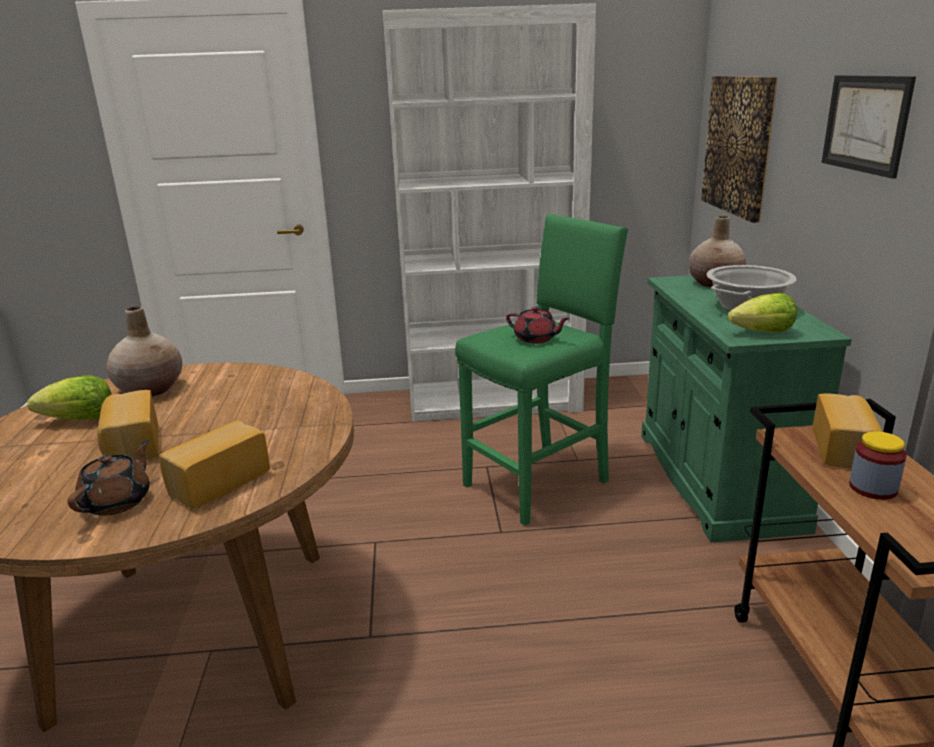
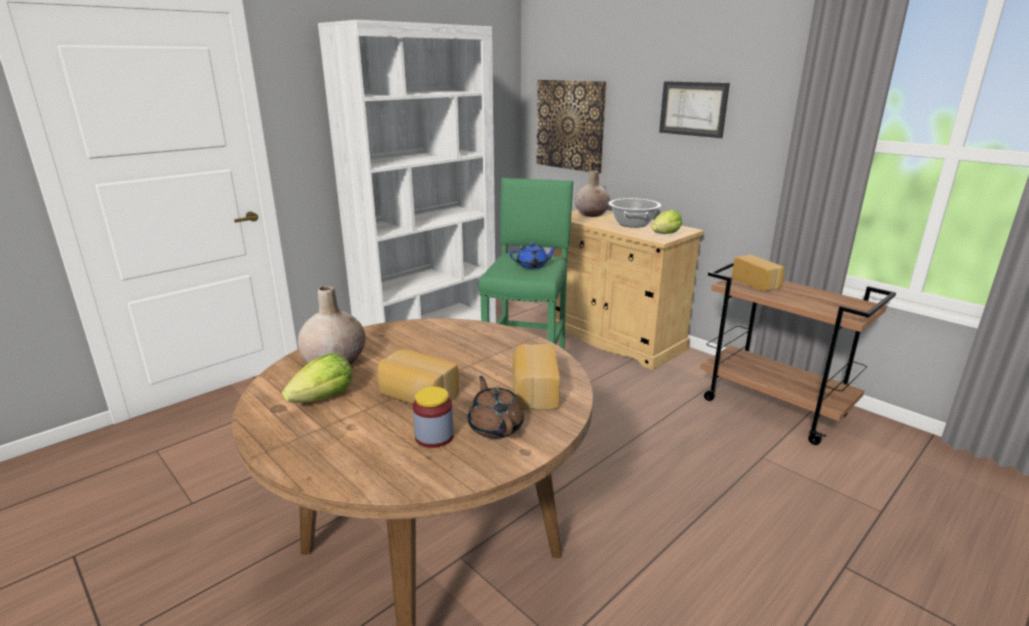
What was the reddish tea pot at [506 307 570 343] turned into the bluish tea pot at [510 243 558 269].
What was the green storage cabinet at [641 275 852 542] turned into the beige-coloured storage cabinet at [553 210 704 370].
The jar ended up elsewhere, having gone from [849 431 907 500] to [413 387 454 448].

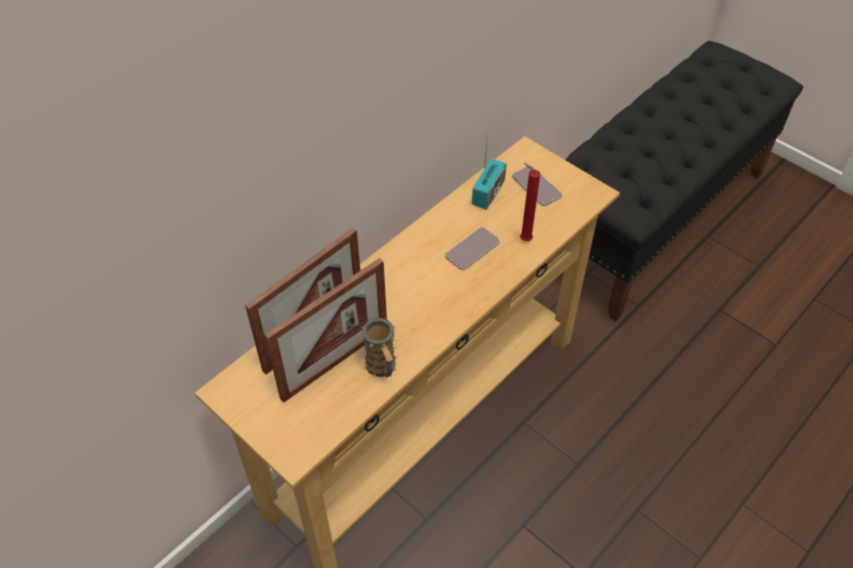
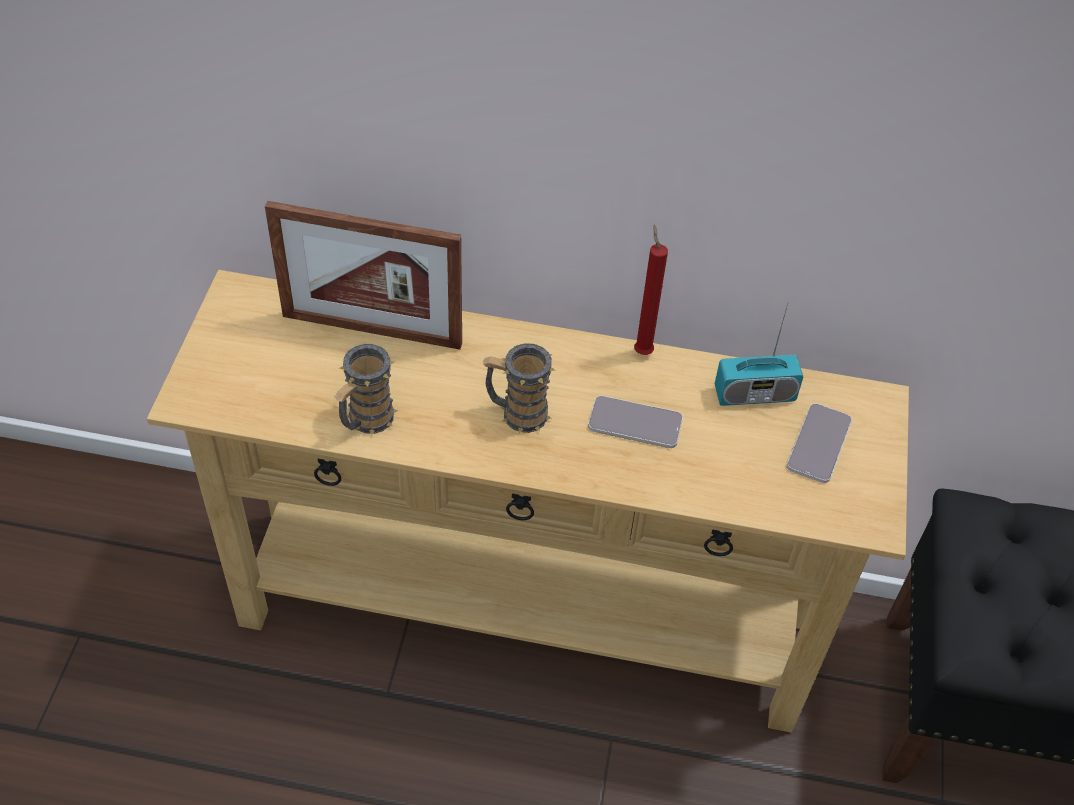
The second view lost the standing frame at [264 258 387 403].
The reddish candle ended up elsewhere, having gone from [520 163 540 241] to [634 225 668 355].
The second view gained the mug at [483 343 556 433].

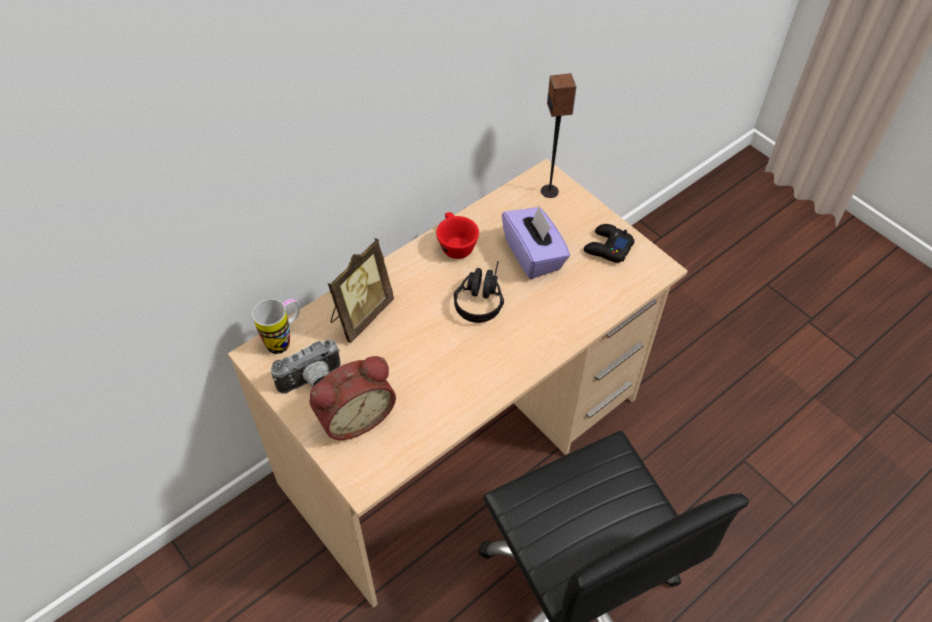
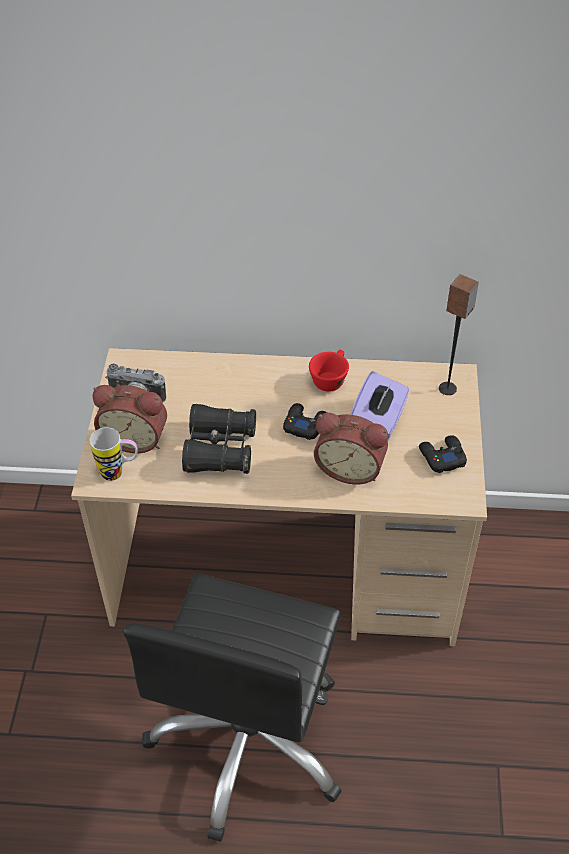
The mug ended up elsewhere, having gone from [252 299 300 354] to [90 427 138 481].
The second view lost the standing frame at [328 238 394 343].
Where the black headphones stood at [454 261 504 323], the black game controller came to stand at [283 403 327 440].
The second view gained the black field glasses at [182 404 256 474].
The second view gained the alarm clock at [314 413 388 484].

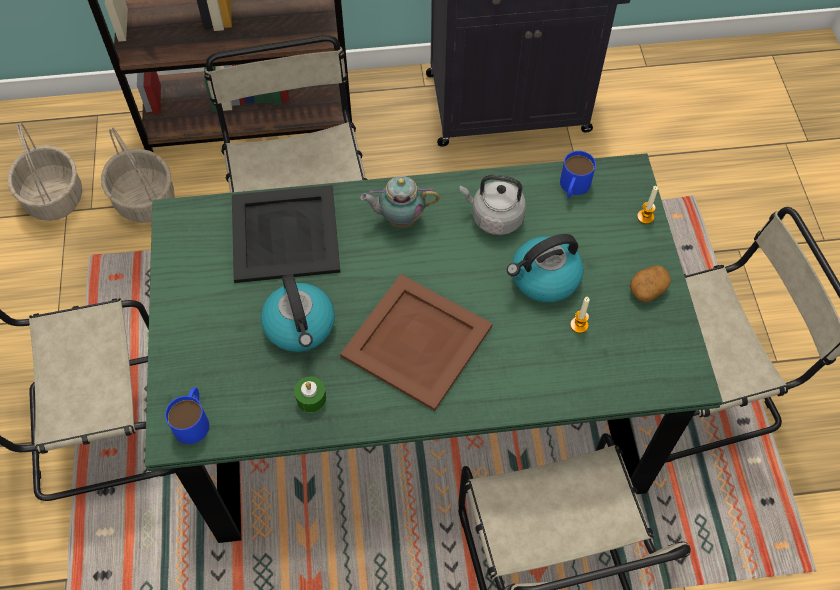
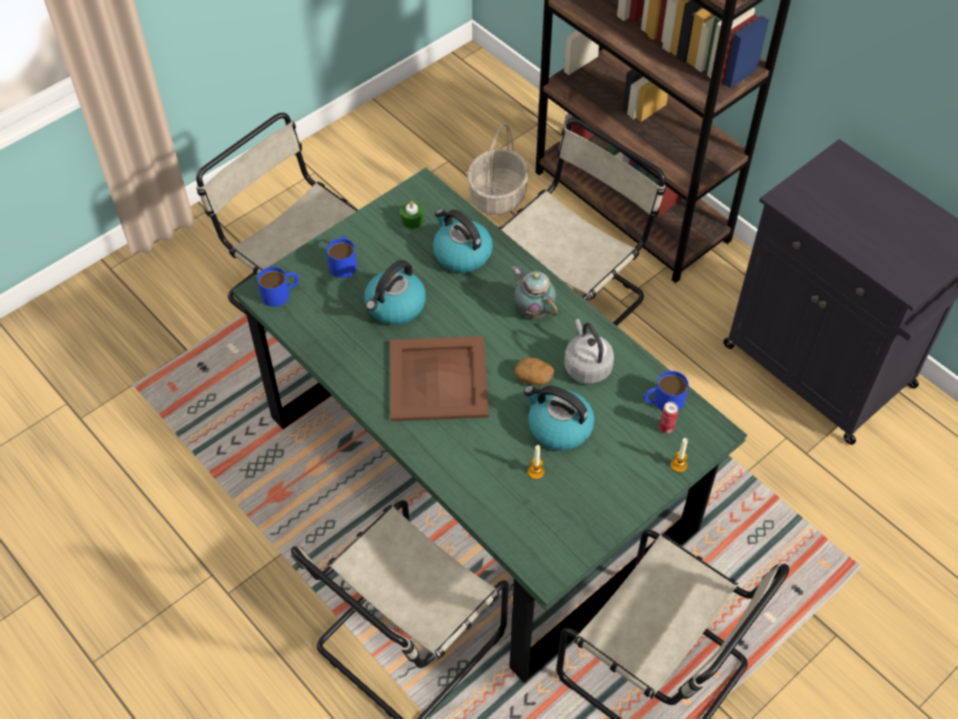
The second view lost the storage basket at [8 123 82 221].
Where the black tray stood at [232 185 341 283], the kettle came to stand at [433 209 493 273].
The green candle ended up elsewhere, having gone from [294 376 326 413] to [400 201 424 229].
The spud ended up elsewhere, having gone from [630 265 671 303] to [514 357 554 385].
The second view gained the bluish mug at [327 235 357 278].
The second view gained the can at [659 402 678 434].

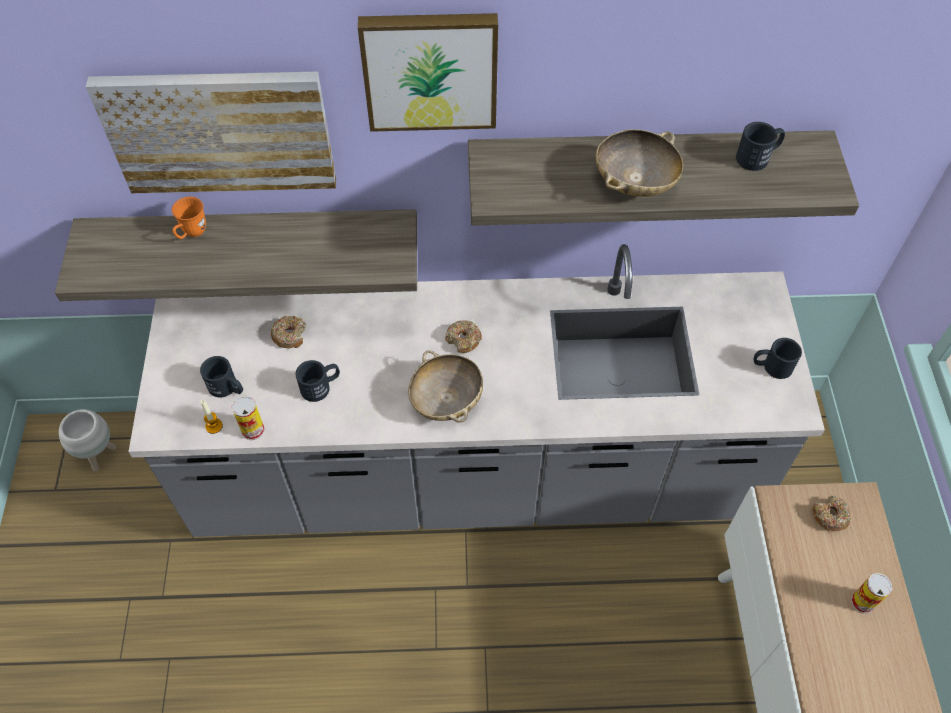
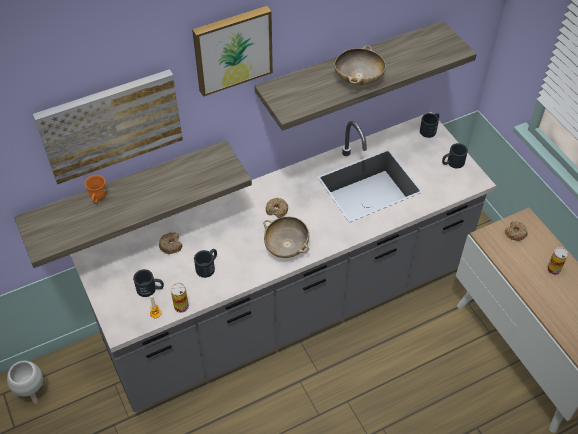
The black mug ended up elsewhere, having gone from [736 122 785 171] to [420 113 439 138].

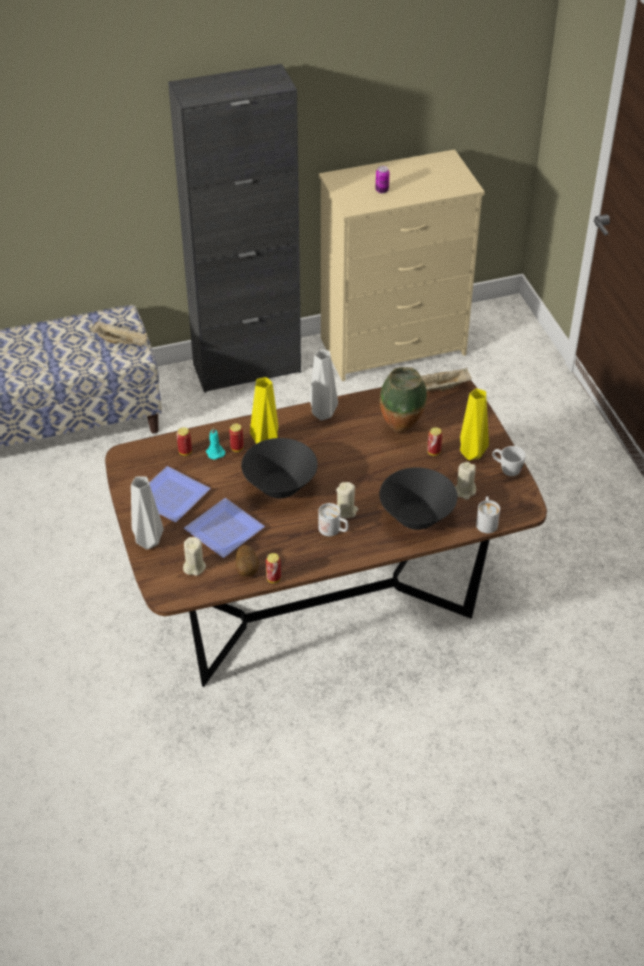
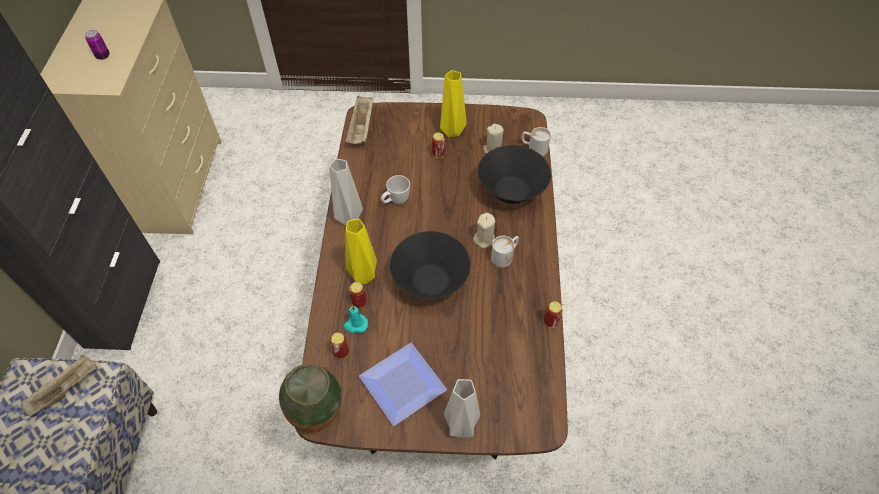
The second view lost the beige-coloured candle at [183 537 206 576].
The second view lost the flat dish at [184 498 265 558].
The second view lost the spud at [236 545 259 577].
The decorative vase ended up elsewhere, having gone from [380 367 427 433] to [279 364 342 432].
The white mug ended up elsewhere, having gone from [492 446 526 476] to [381 175 410 204].

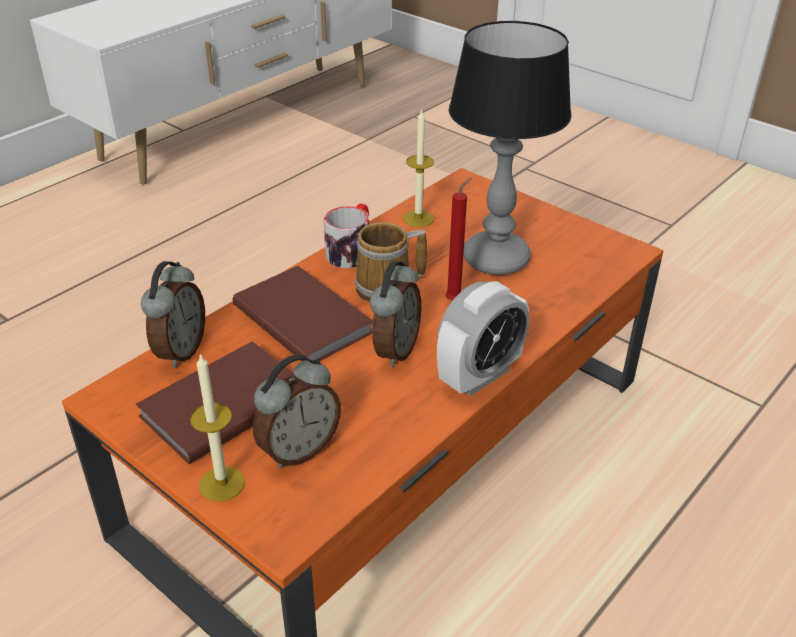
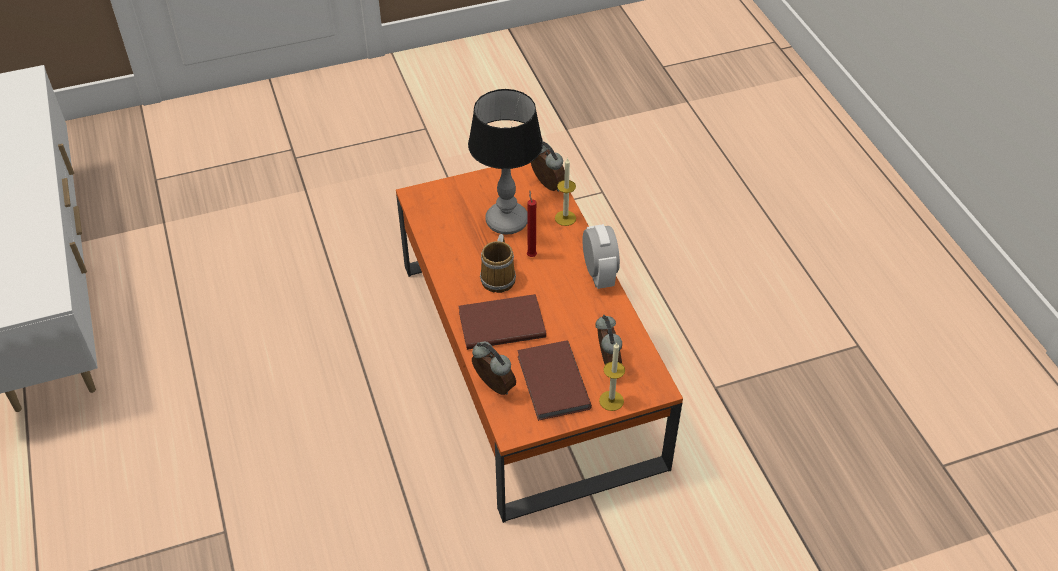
The second view lost the mug at [324 204 369 268].
The alarm clock ended up elsewhere, having gone from [370 261 421 367] to [531 141 565 192].
The candle ended up elsewhere, having gone from [403 109 434 227] to [555 157 576 226].

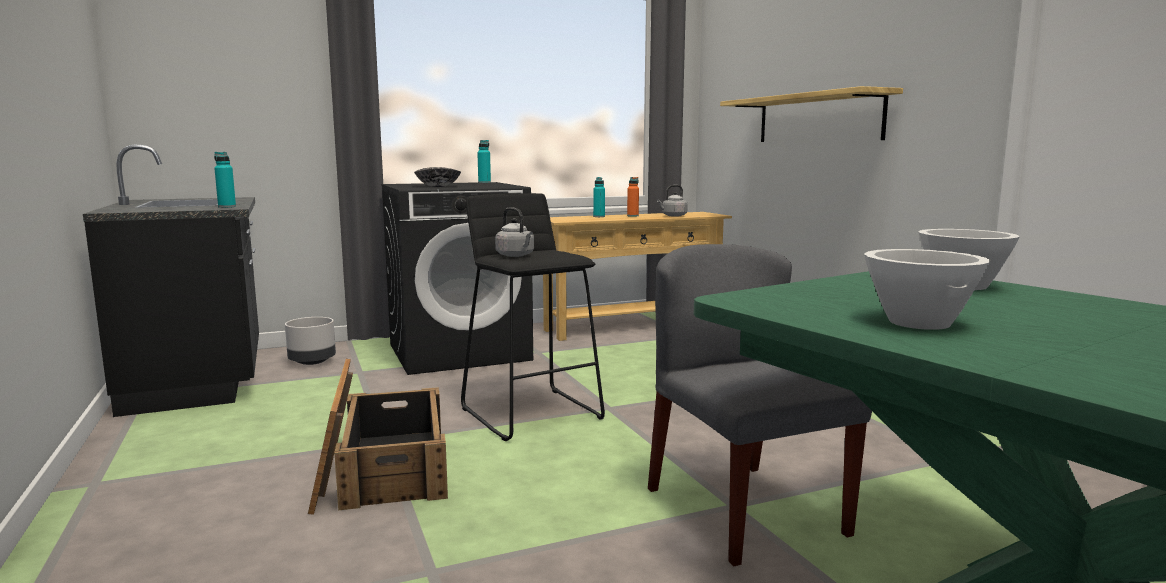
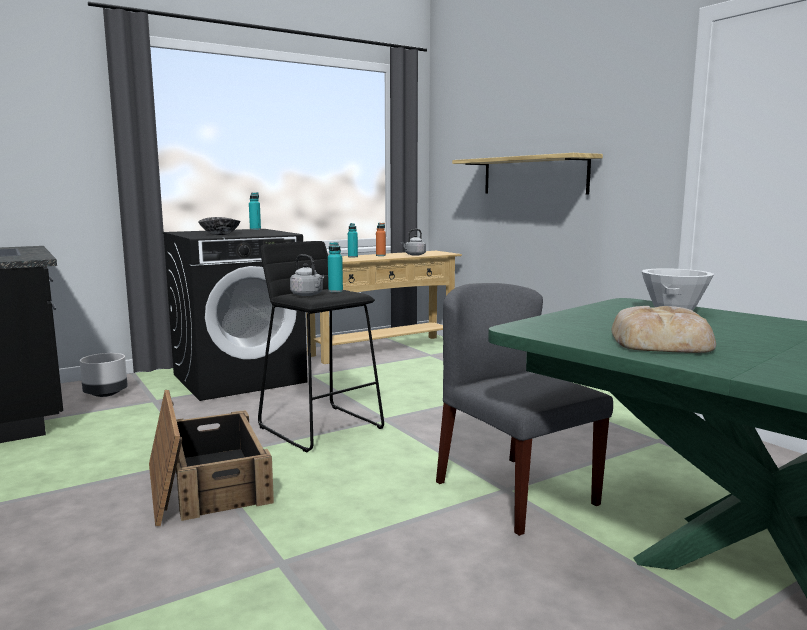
The turquoise-coloured beverage bottle ended up elsewhere, having gone from [214 152 236 208] to [328 242 343 292].
Where the white serving bowl stood at [864 249 990 330], the bakery bread came to stand at [611 306 716 353].

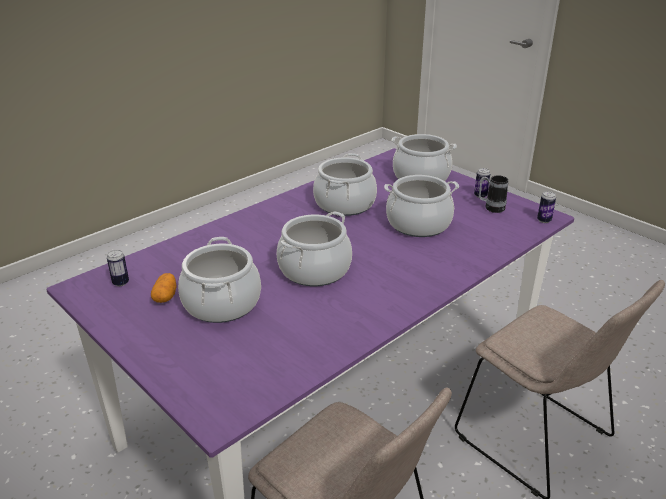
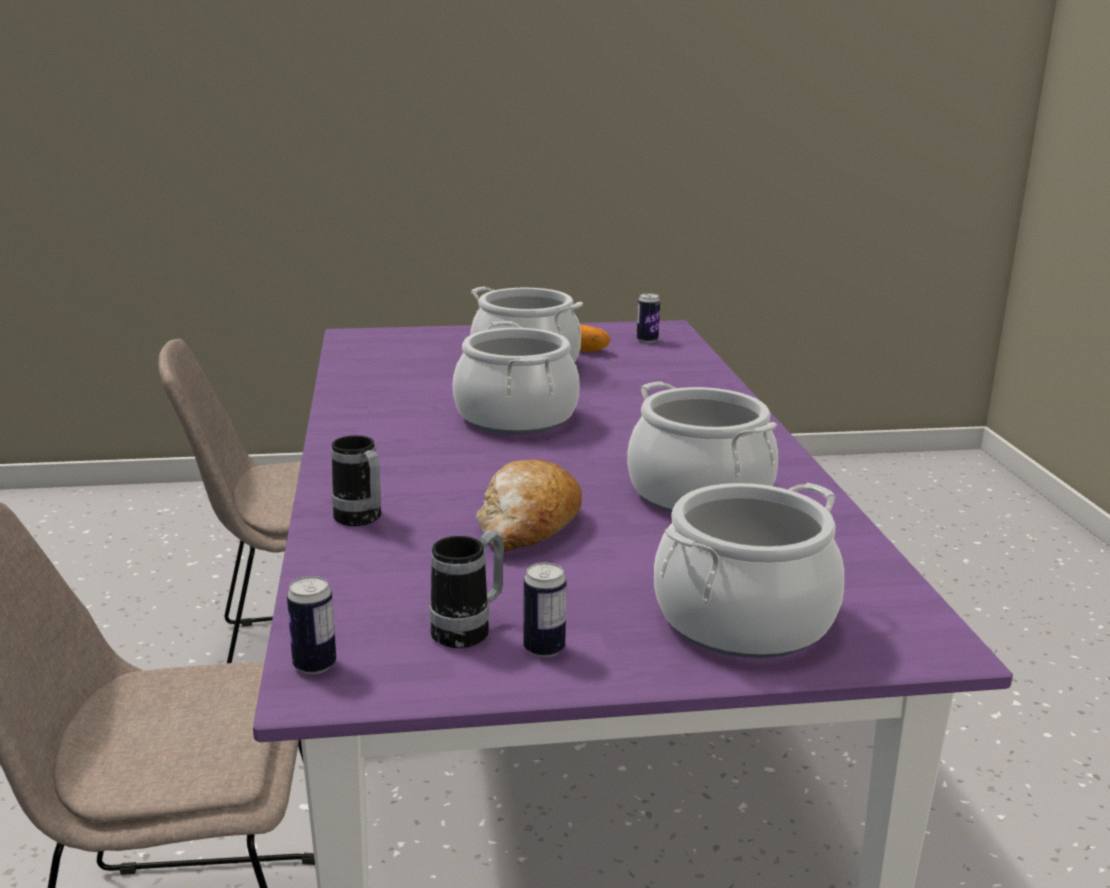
Where the saucepot stood at [384 175 459 237], the bakery bread came to stand at [476 459 582 552].
The second view gained the mug at [331 435 381 526].

